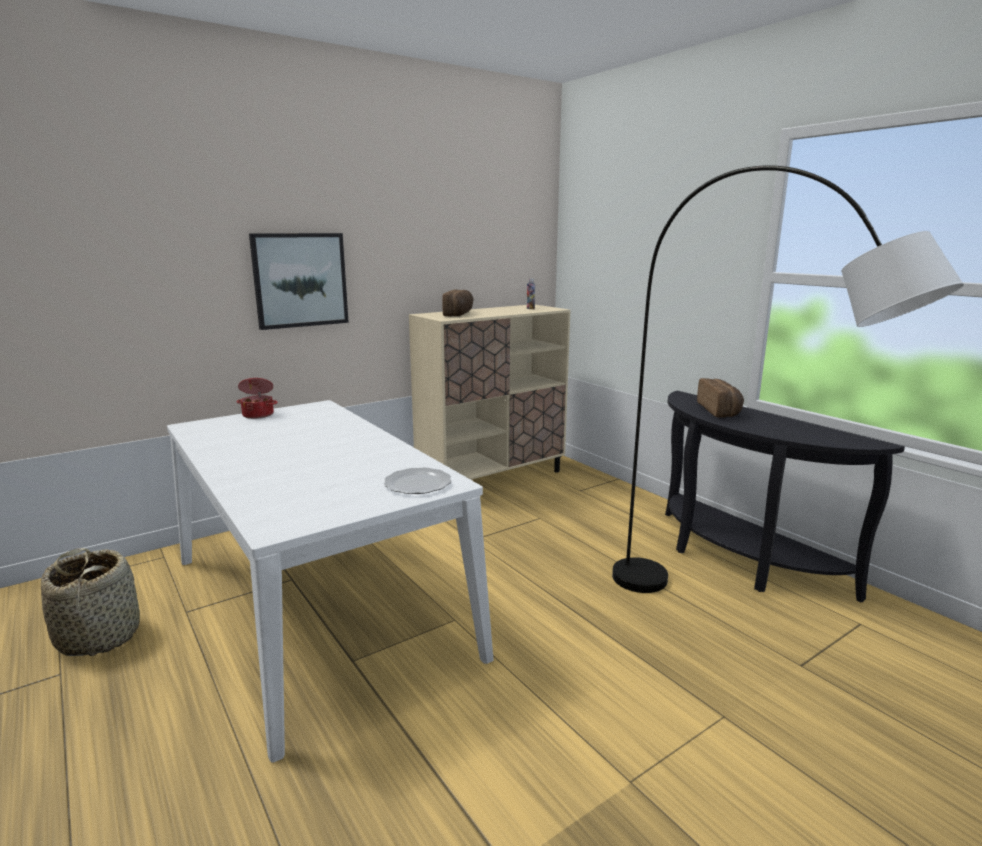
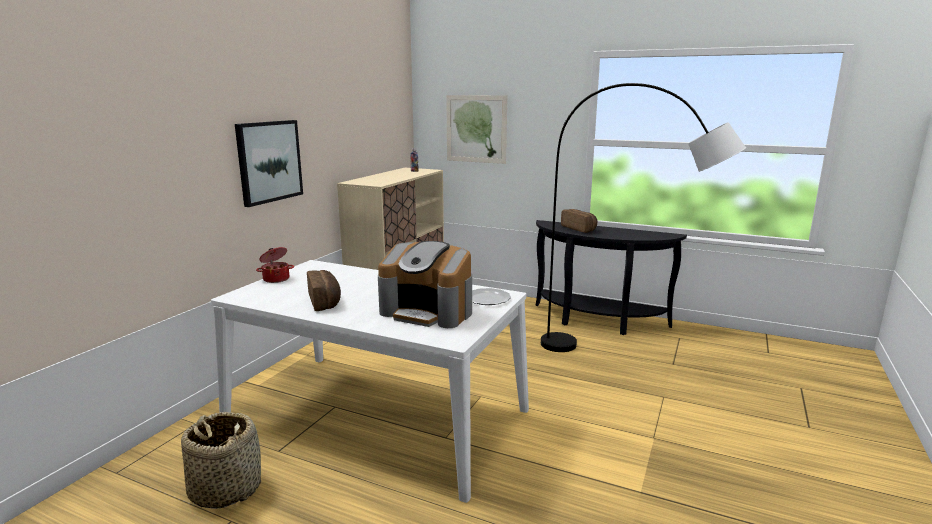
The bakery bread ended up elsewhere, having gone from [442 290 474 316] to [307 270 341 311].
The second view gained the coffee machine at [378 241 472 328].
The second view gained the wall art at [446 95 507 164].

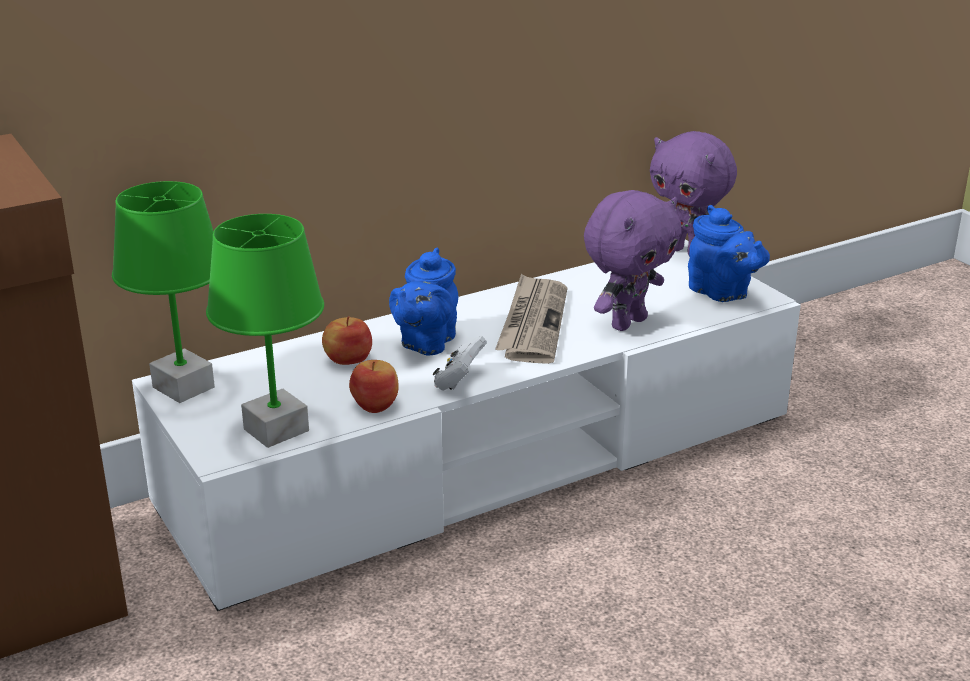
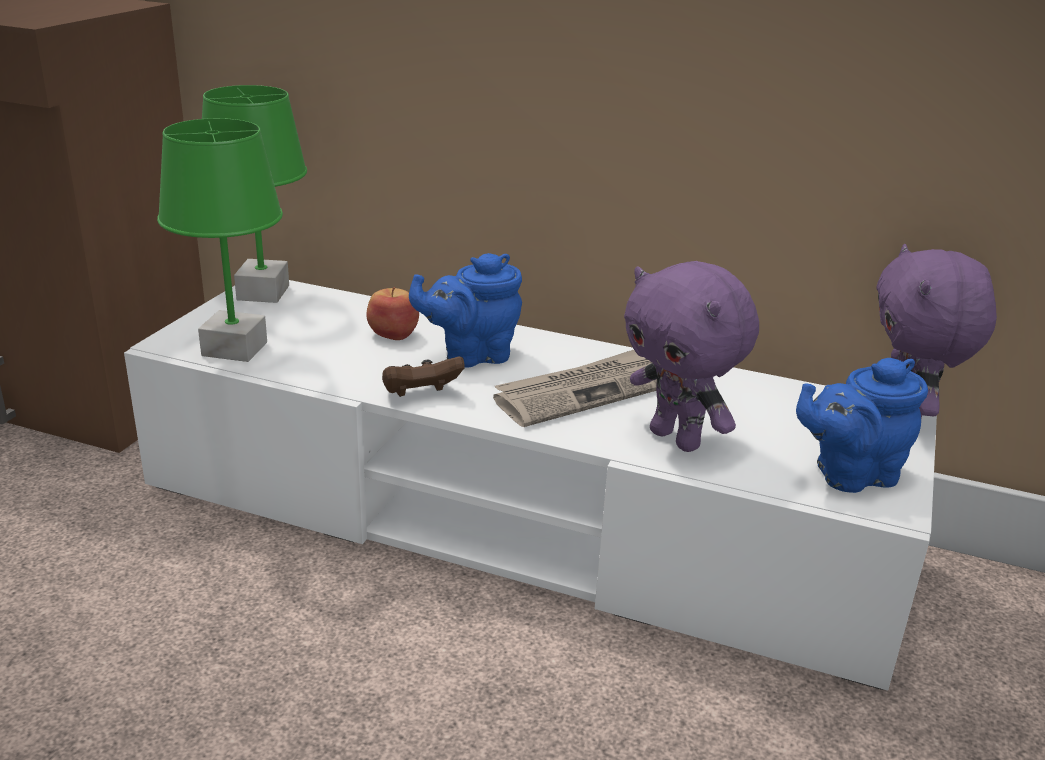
The second view lost the apple fruit at [349 360 399 413].
What was the white game controller at [433 336 487 390] turned into the brownish game controller at [382 356 465 397].
The purplish soft toy at [584 190 681 331] ended up facing another way, 45 degrees clockwise from before.
The bluish tea pot at [688 205 770 302] ended up facing another way, 60 degrees clockwise from before.

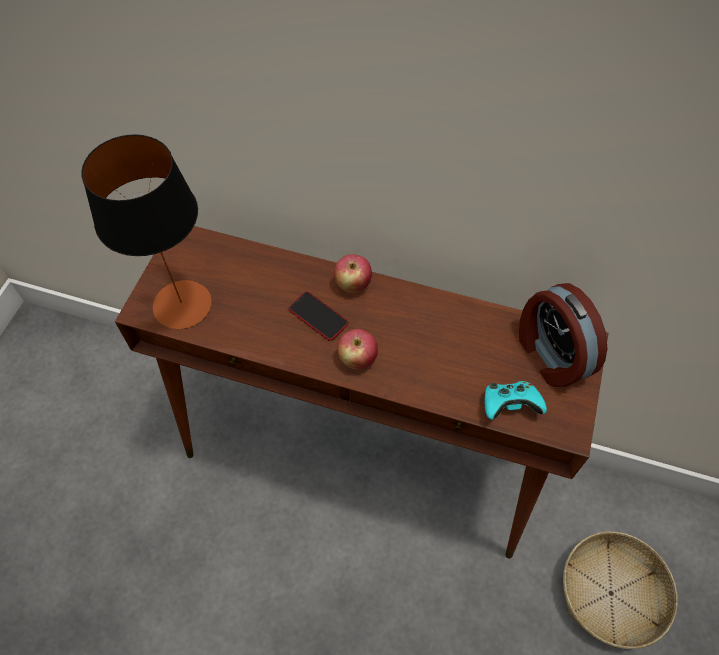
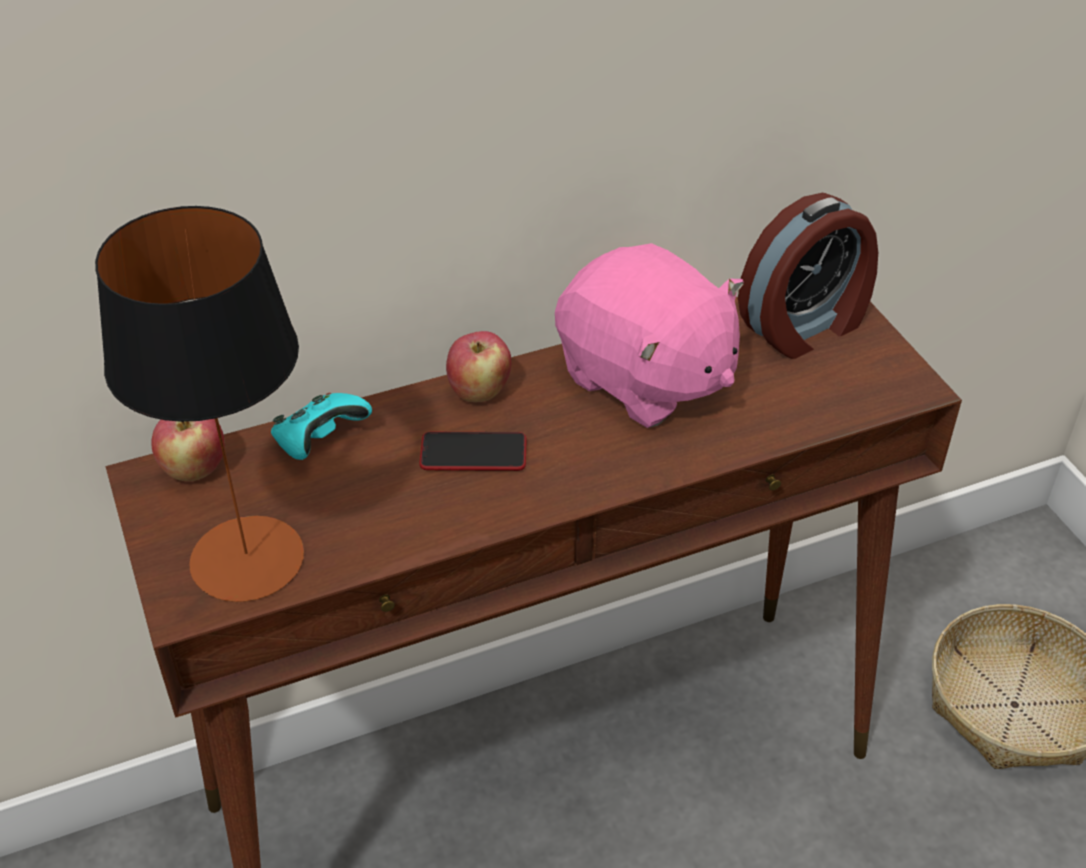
The apple fruit ended up elsewhere, having gone from [337 329 378 369] to [151 419 225 481].
The turquoise-coloured game controller ended up elsewhere, having gone from [485 381 547 420] to [271 393 372 460].
The alarm clock at [519 283 607 387] ended up facing another way, 60 degrees counterclockwise from before.
The second view gained the pinkish soft toy at [555 243 744 428].

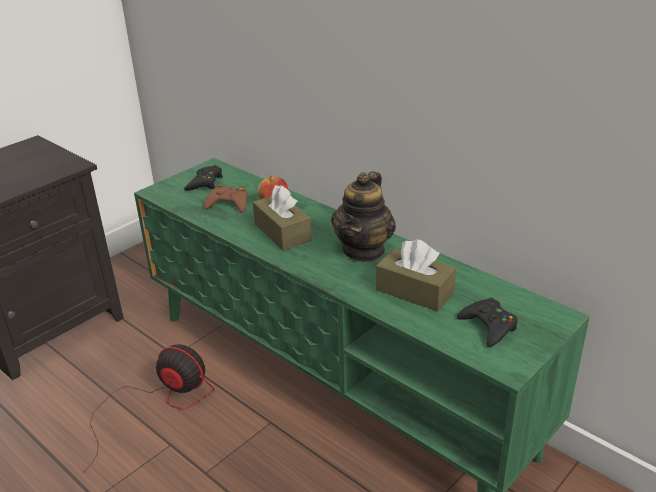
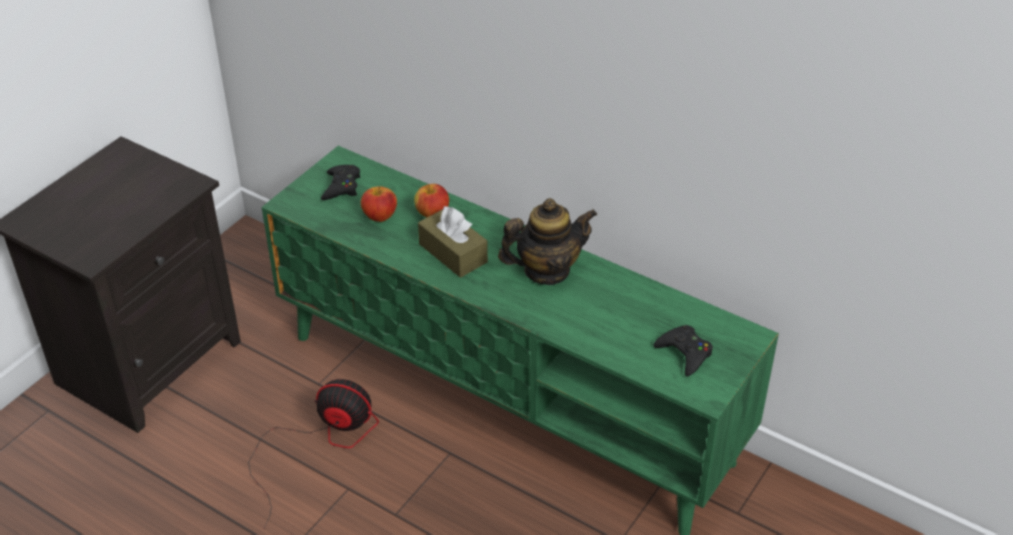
Where the brownish game controller stood at [204 184 247 213], the apple fruit came to stand at [361 186 397 222].
The tea pot at [331 171 396 262] ended up facing another way, 120 degrees counterclockwise from before.
The second view lost the brownish box of tissues at [376 239 456 312].

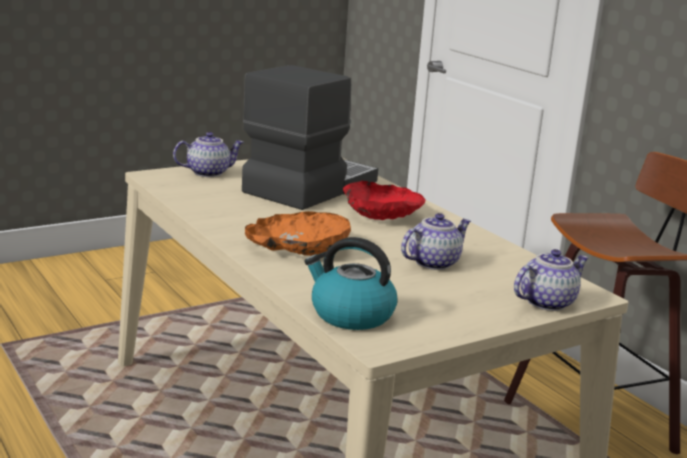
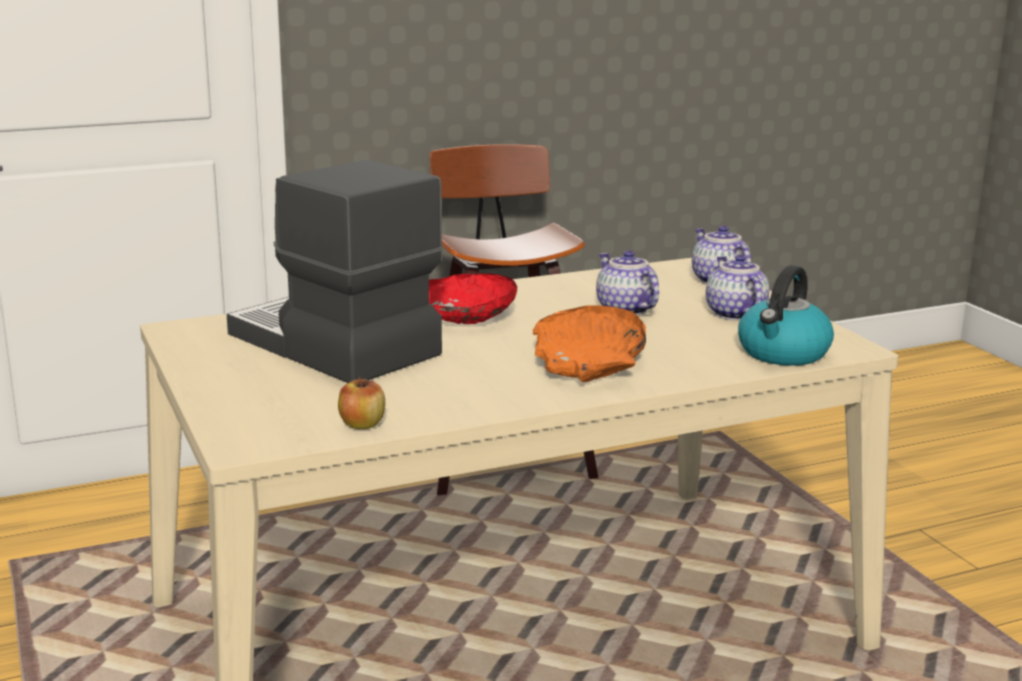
The tea pot ended up elsewhere, having gone from [173 132 244 177] to [706 255 769 321].
The second view gained the apple fruit at [338 377 385 429].

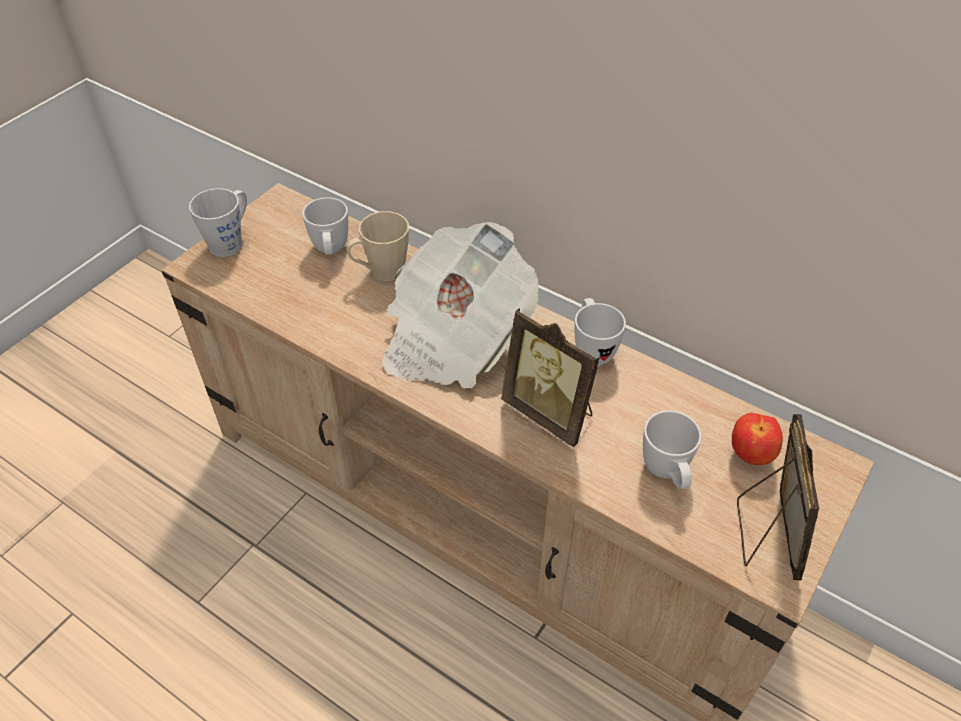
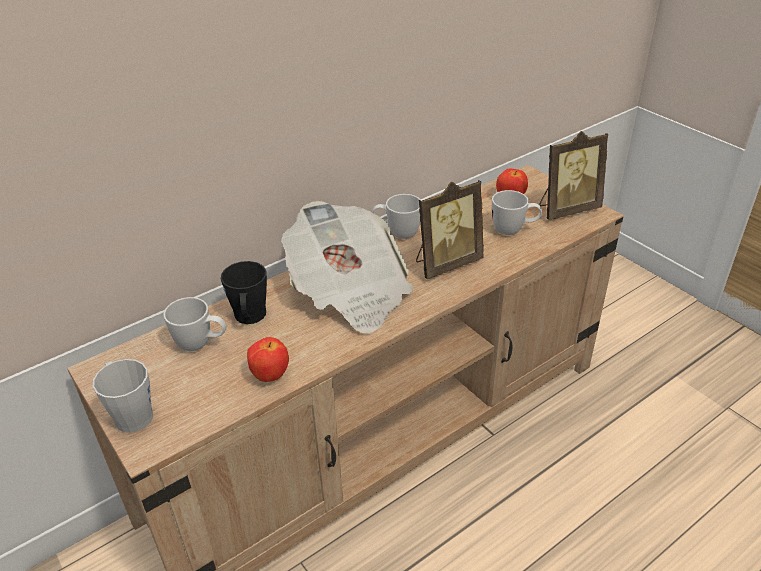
What was the beige-coloured mug at [346 211 409 281] turned into the black mug at [221 261 267 324].
The standing frame at [737 414 819 580] ended up facing another way, 135 degrees clockwise from before.
The second view gained the apple fruit at [247 337 289 382].

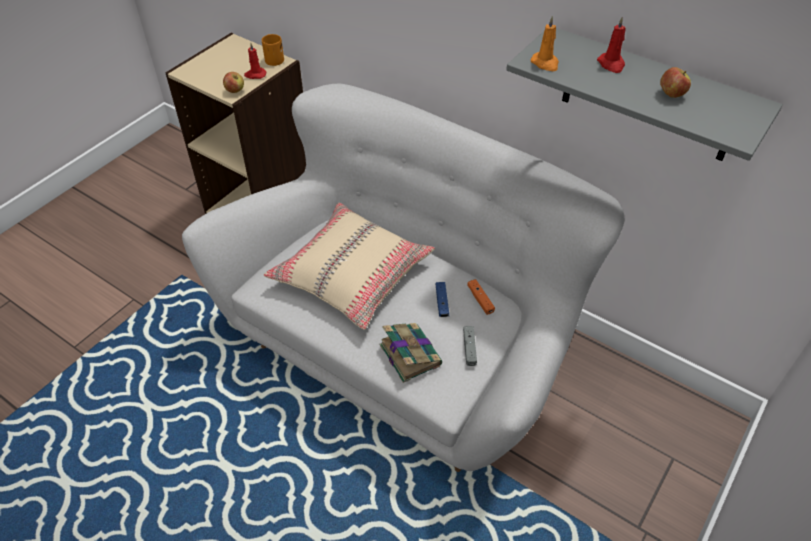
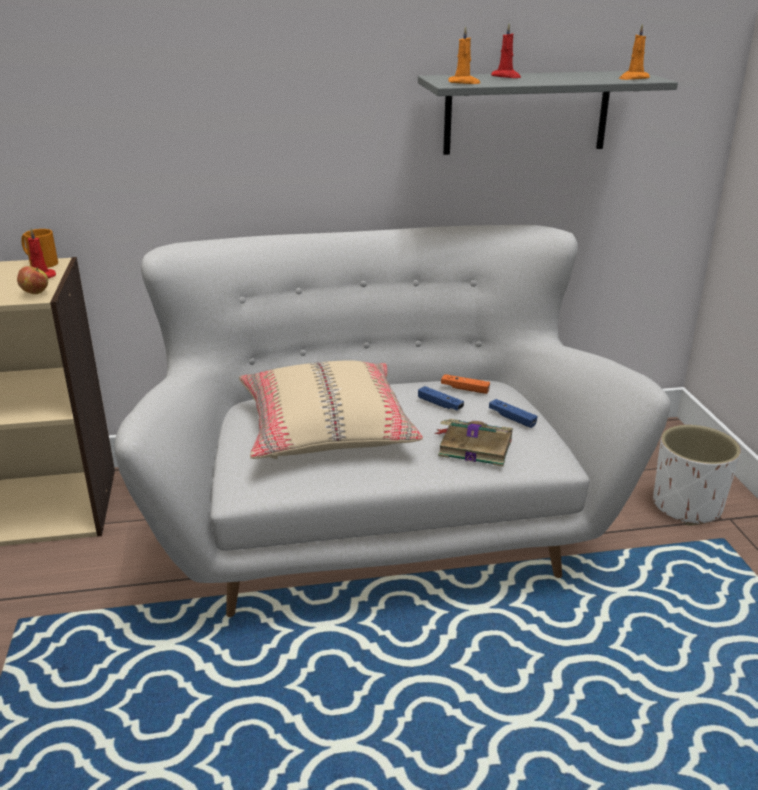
What was the gray game controller at [463 326 477 366] turned into the bluish game controller at [489 399 537 428].
The second view lost the apple fruit at [660 67 691 98].
The second view gained the orange-coloured candle at [619 24 650 80].
The second view gained the white flower pot at [653 425 741 525].

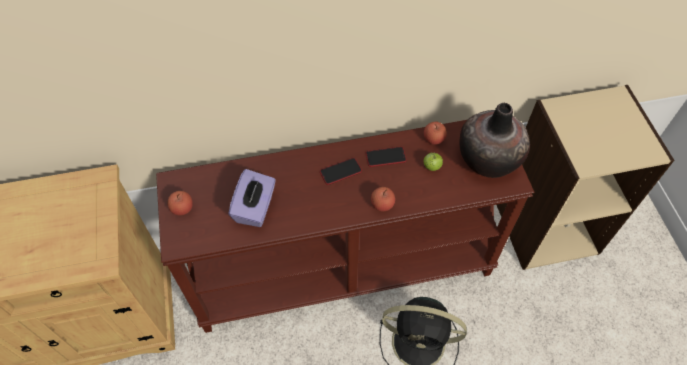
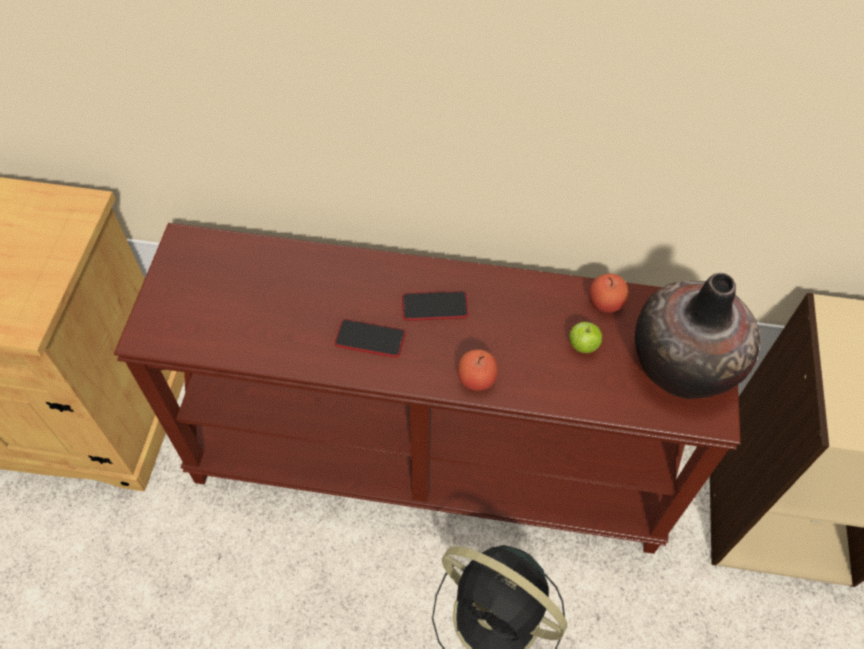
The second view lost the apple fruit at [167 191 193 215].
The second view lost the purplish box of tissues at [228 169 276 227].
The handset ended up elsewhere, having gone from [366 147 407 167] to [335 319 406 358].

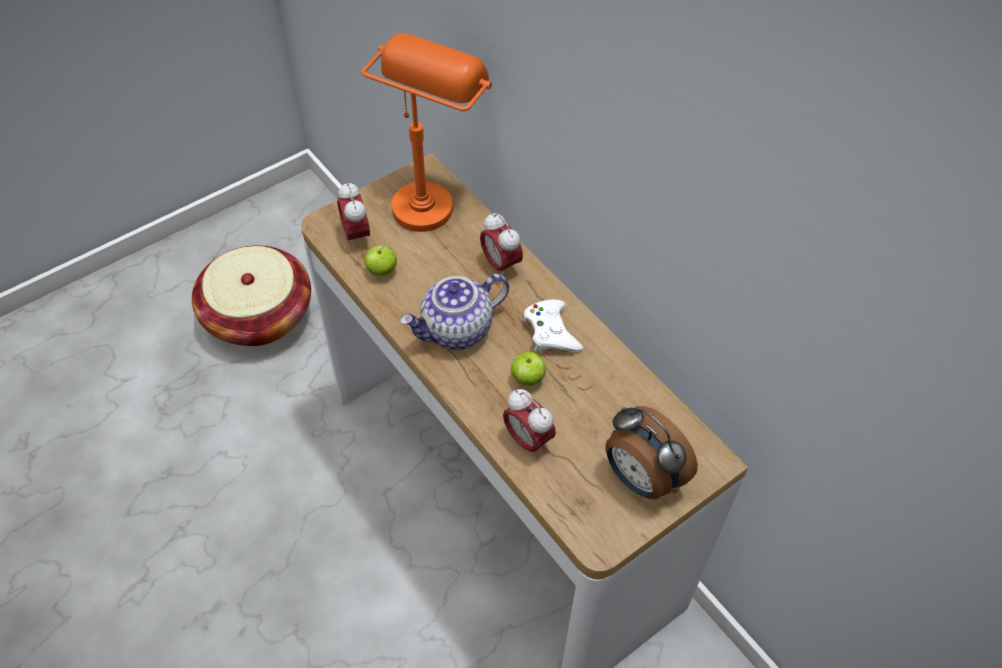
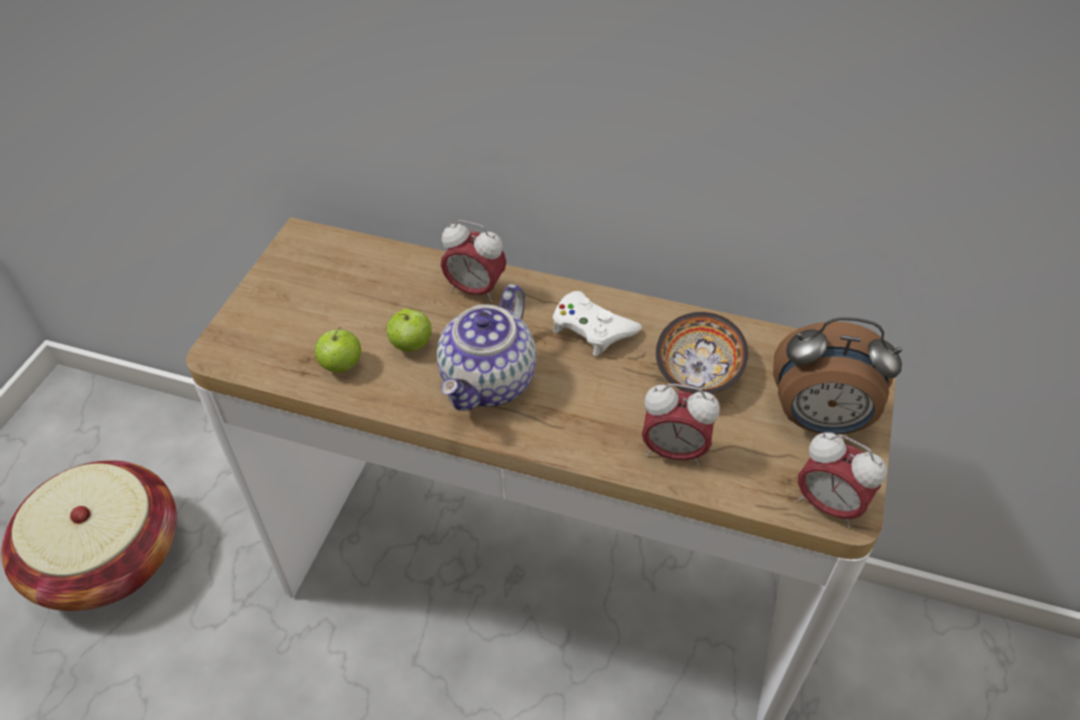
The alarm clock ended up elsewhere, having gone from [337 181 370 249] to [798 432 887 528].
The second view lost the orange-coloured lamp for a table at [362 33 492 232].
The apple fruit ended up elsewhere, having gone from [511 352 546 386] to [386 309 432 352].
The second view gained the serving bowl at [656 312 748 394].

